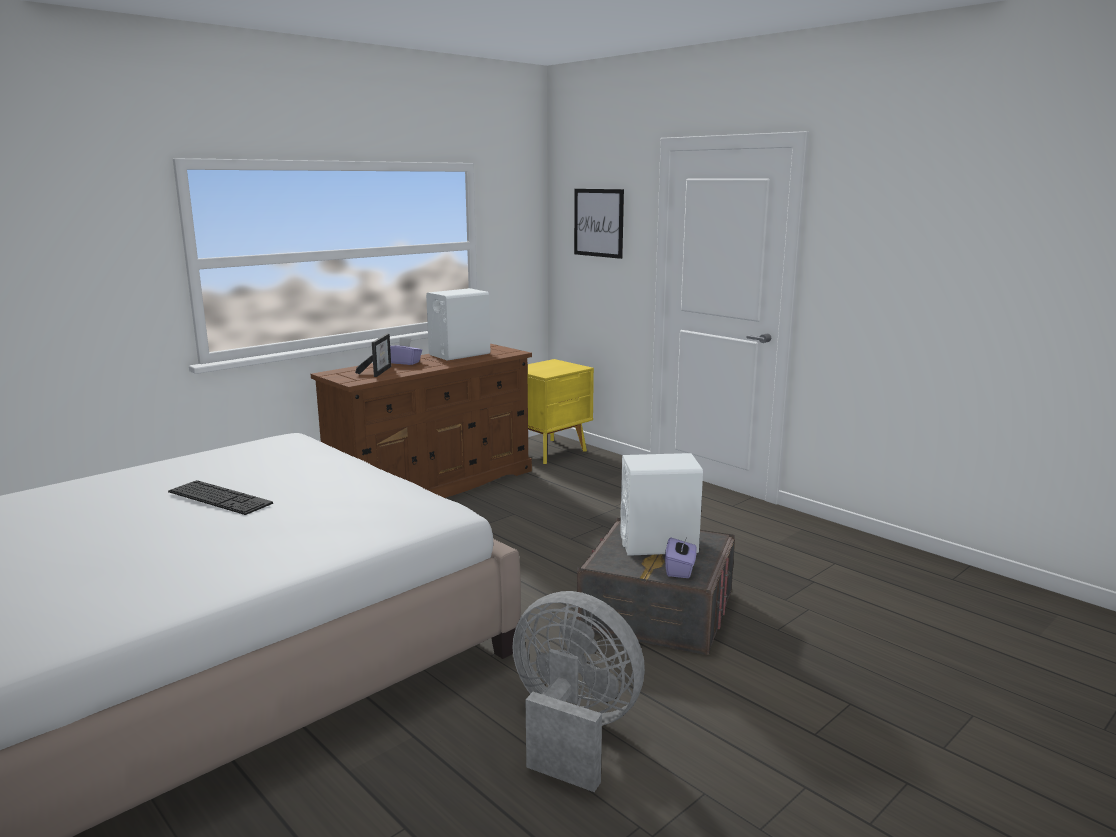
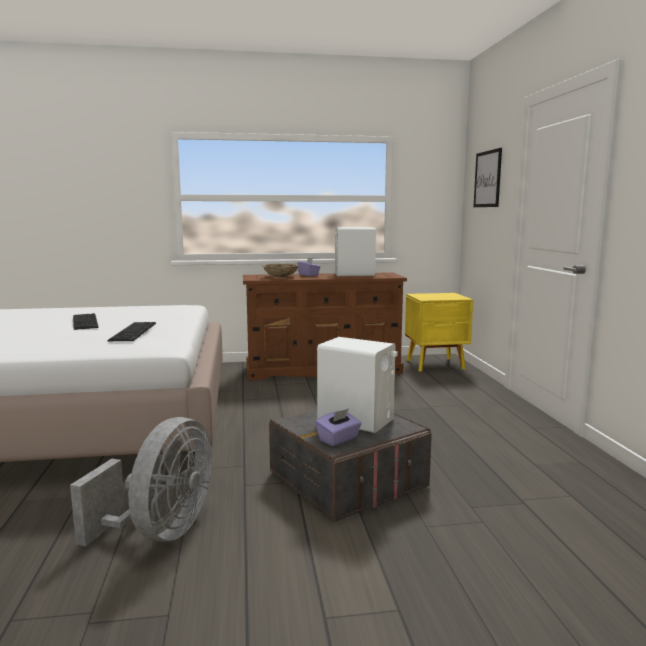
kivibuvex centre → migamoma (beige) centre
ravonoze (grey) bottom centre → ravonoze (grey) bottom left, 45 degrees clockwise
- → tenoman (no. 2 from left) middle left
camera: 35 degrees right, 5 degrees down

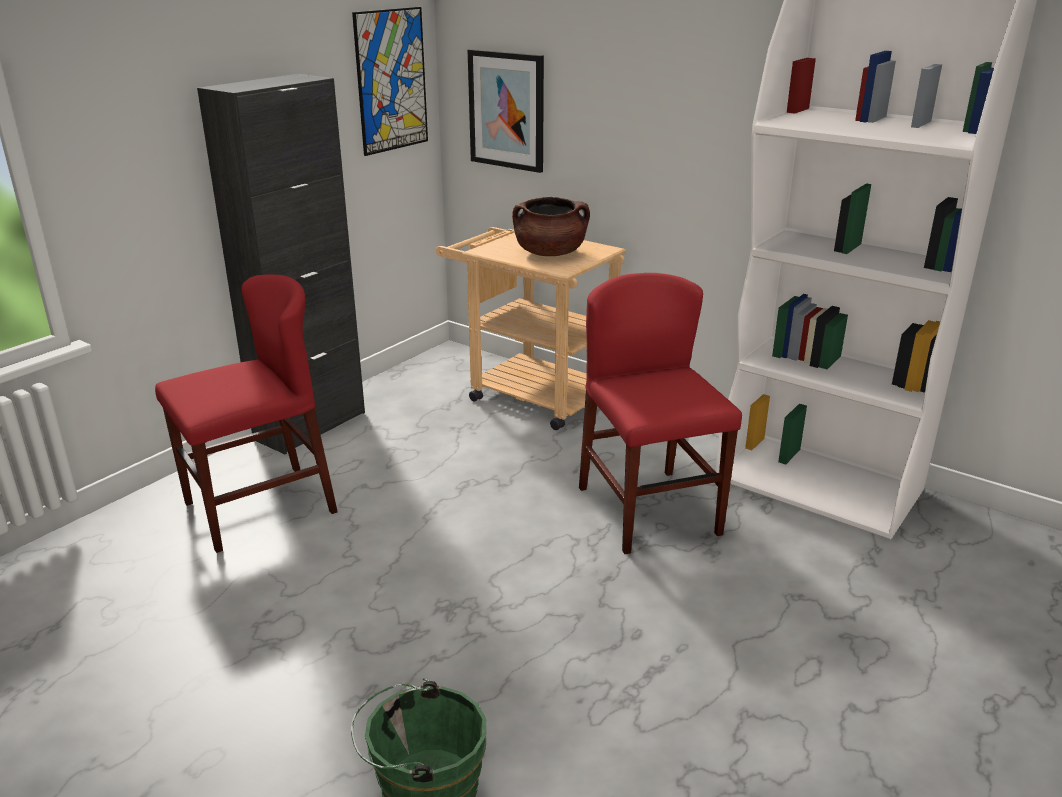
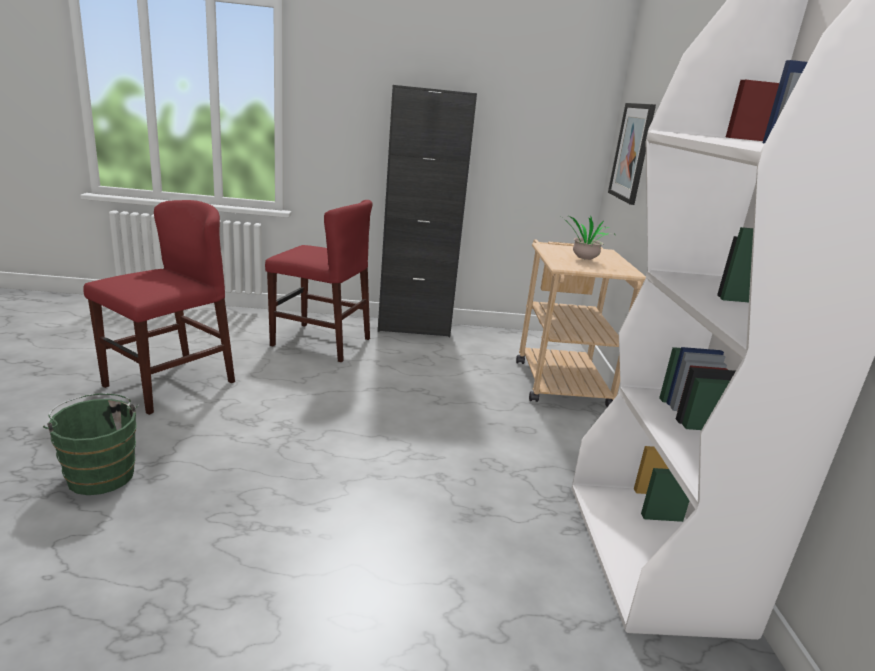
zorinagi (no. 1 from left) top centre → -
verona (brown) top centre → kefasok middle right
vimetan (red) (no. 2 from left in the first image) centre → vimetan (red) (no. 1 from left) middle left, relocated
camera: 50 degrees right, 5 degrees down

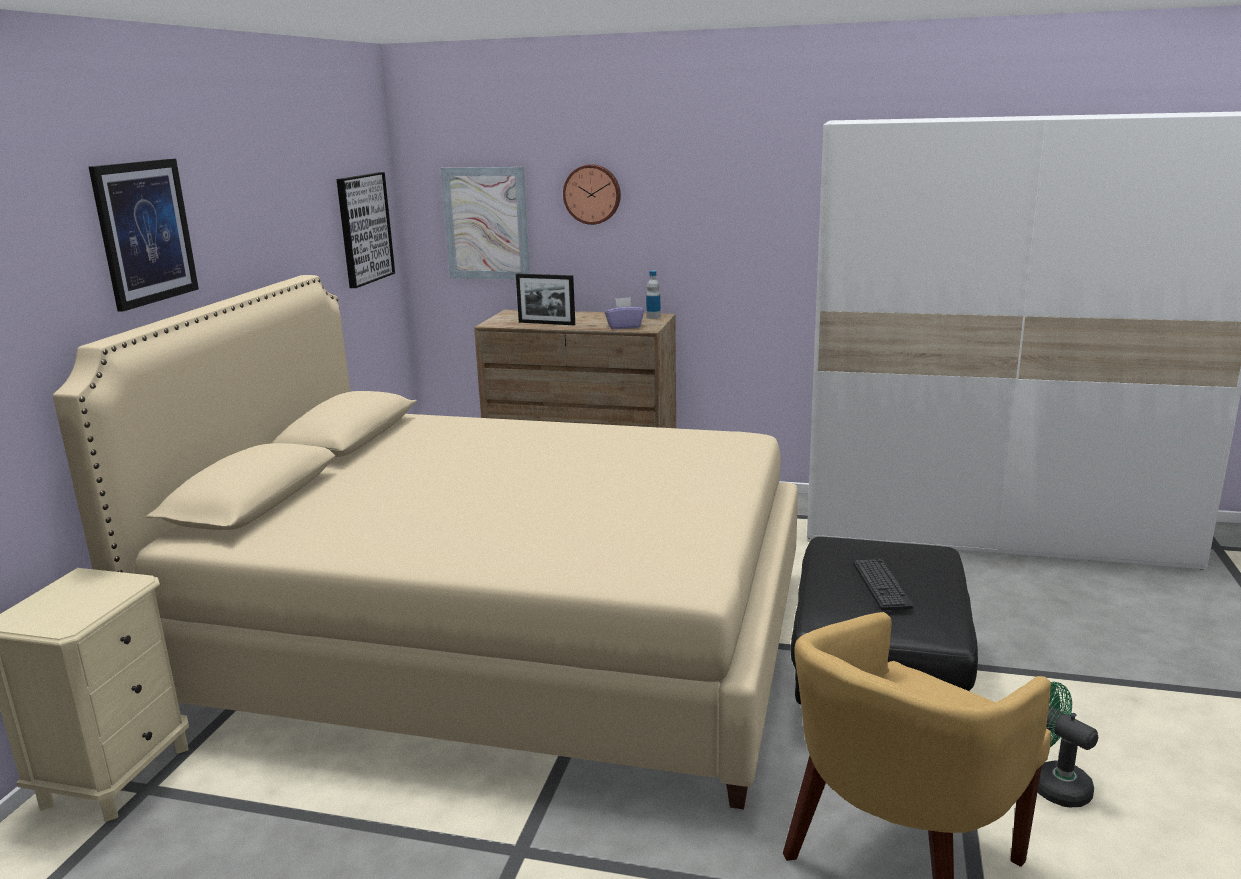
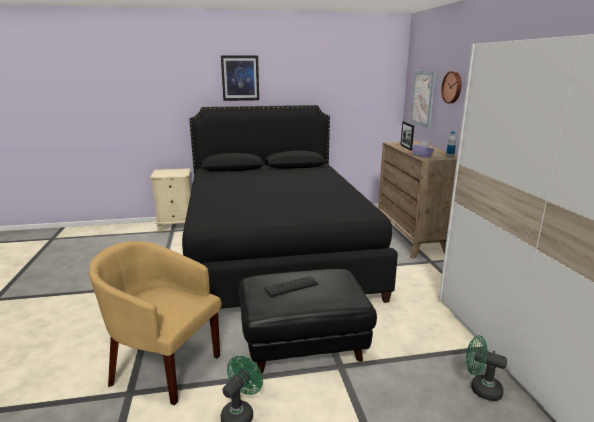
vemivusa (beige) centre → vemivusa (black) centre
zorinagi (no. 2 from left) top left → -
- → ravonoze (green) (no. 2 from left) bottom right
camera: 65 degrees right, 0 degrees up

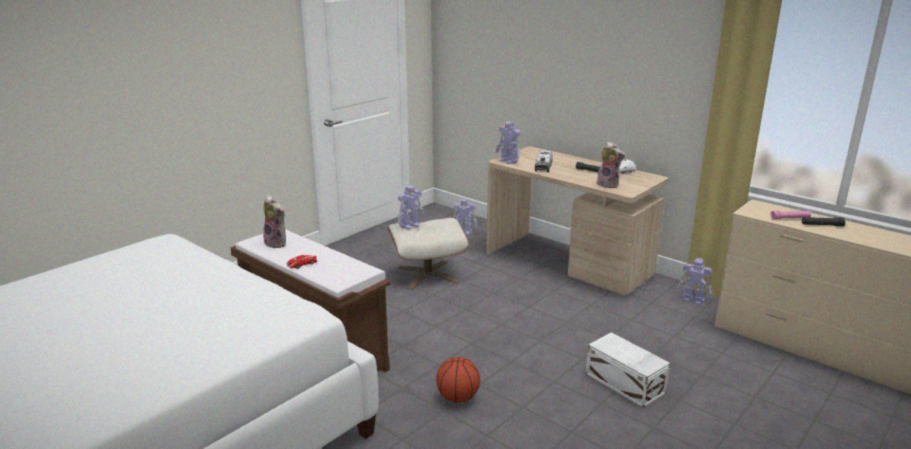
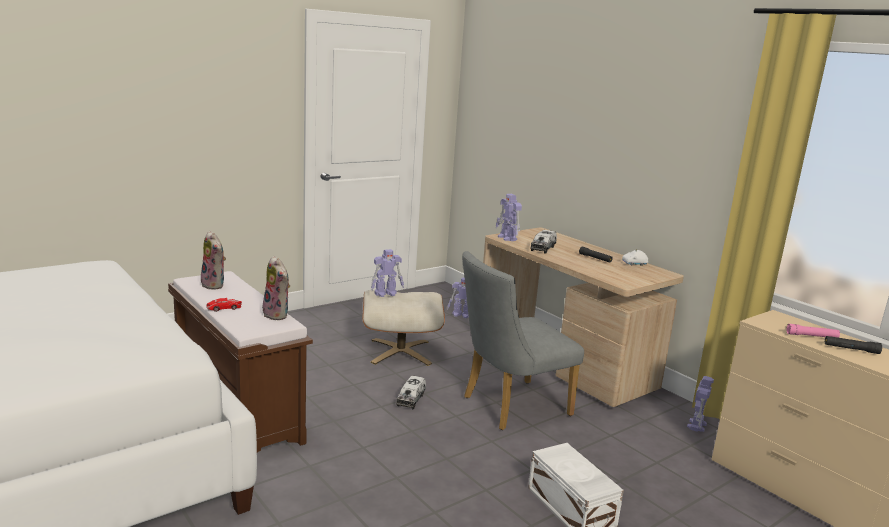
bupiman bottom centre → -
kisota (no. 2 from left) middle right → kisota (no. 2 from left) middle left, relocated
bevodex (no. 4 from left) middle right → bevodex (no. 4 from left) bottom right, 75 degrees clockwise
- → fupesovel (no. 1 from left) bottom centre
- → vimetan (grey) centre
camera: 10 degrees right, 5 degrees down

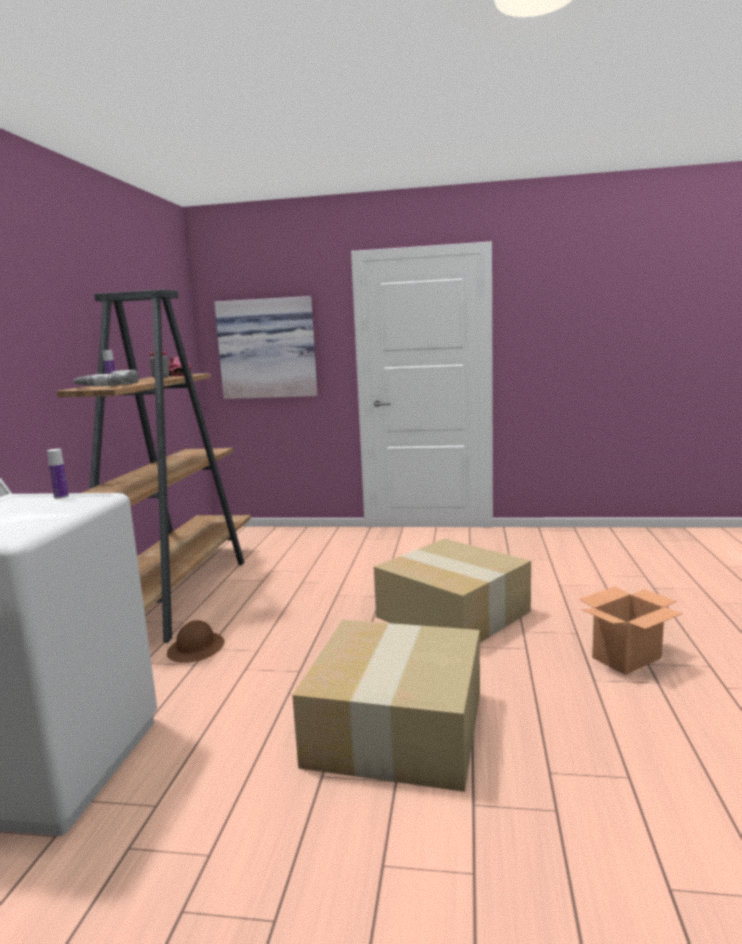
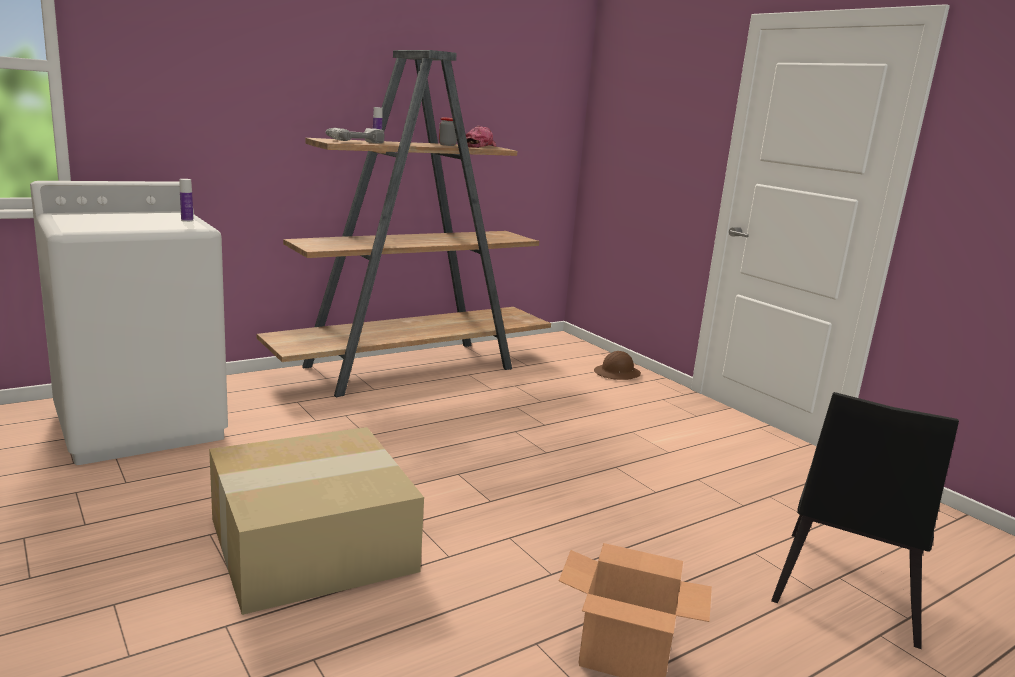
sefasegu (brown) bottom left → sefasegu (brown) centre, relocated
zorinagi centre → -
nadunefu (no. 2 from left) centre → -
- → vimetan (black) bottom right
camera: 45 degrees right, 5 degrees up

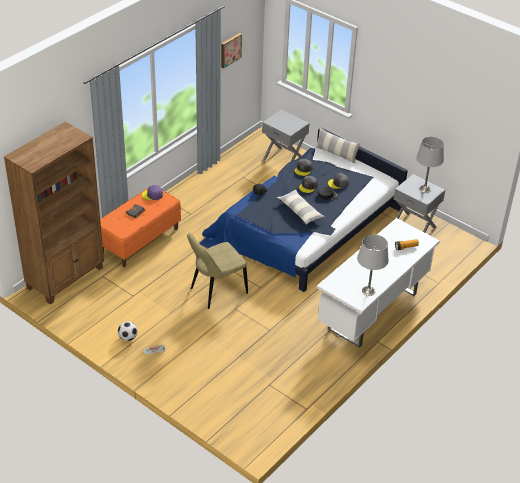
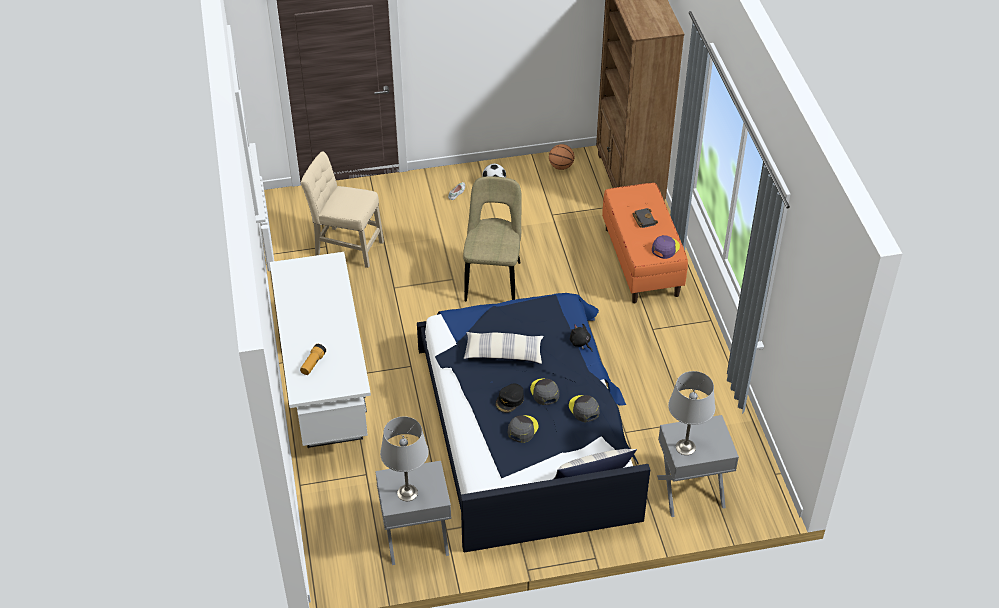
zorinagi top centre → -
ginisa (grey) (no. 1 from left in the first image) middle right → ginisa (grey) (no. 2 from left) bottom right, relocated
- → vimetan (beige) (no. 1 from left) centre
- → bupiman top centre
camera: 130 degrees right, 5 degrees up

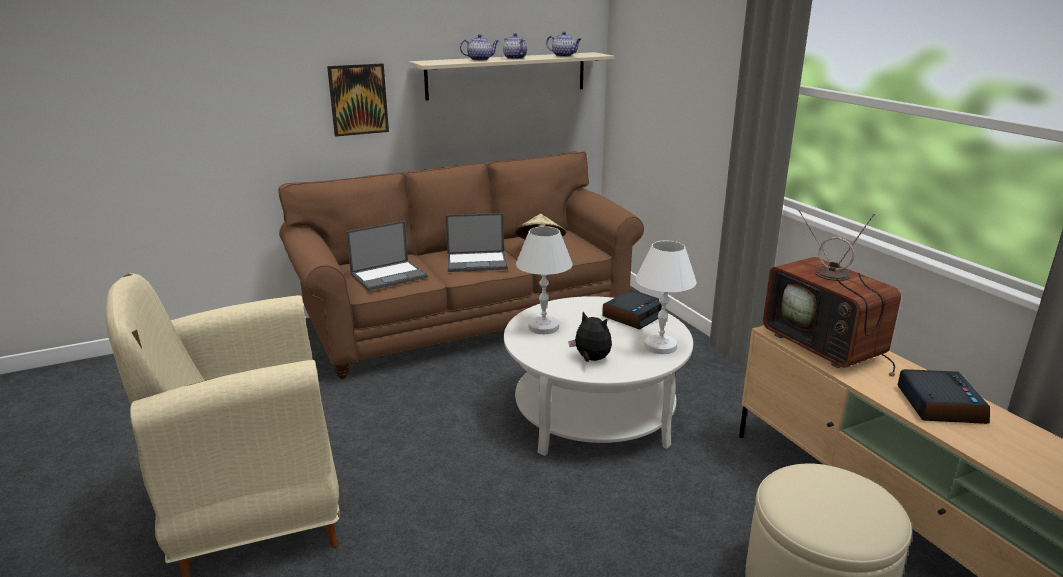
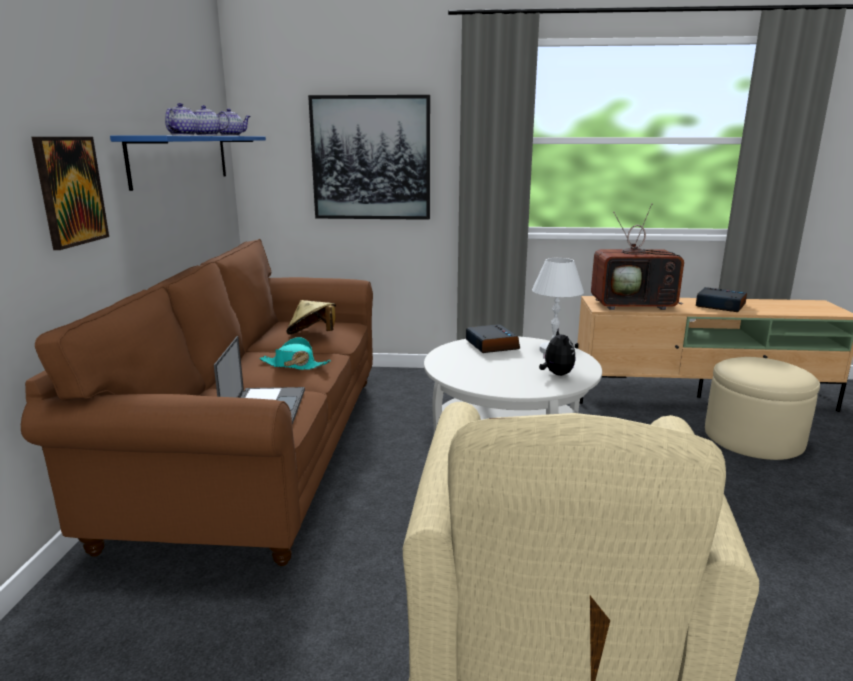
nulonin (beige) top centre → nulonin (blue) top left
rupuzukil (no. 2 from left) centre → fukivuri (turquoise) centre
ginisa (white) (no. 1 from left) centre → -
kisota centre, 105 degrees clockwise
- → zorinagi (no. 2 from left) top centre
camera: 60 degrees left, 5 degrees down

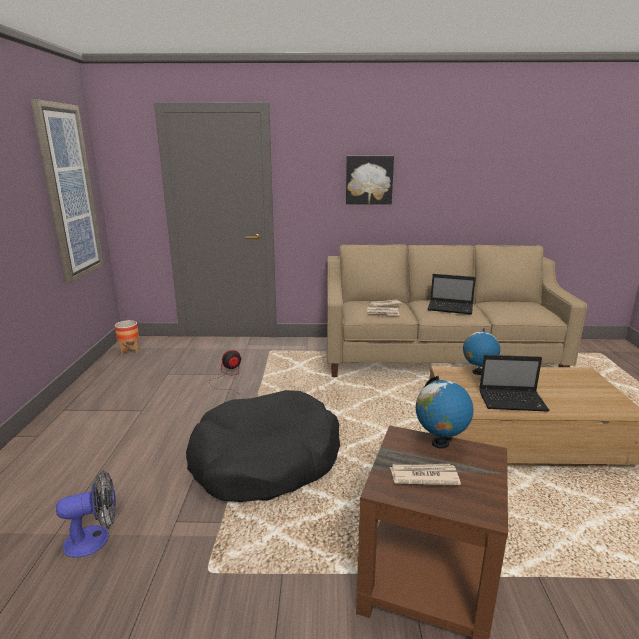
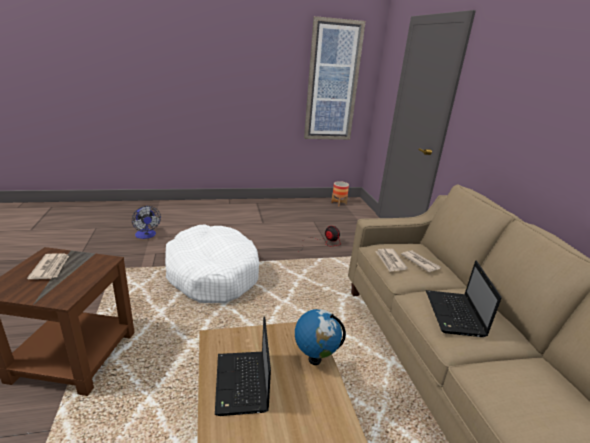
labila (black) bottom centre → labila (white) centre
zorinagi (no. 2 from left) top centre → -
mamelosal (no. 1 from left) middle right → -
camera: 75 degrees right, 5 degrees up

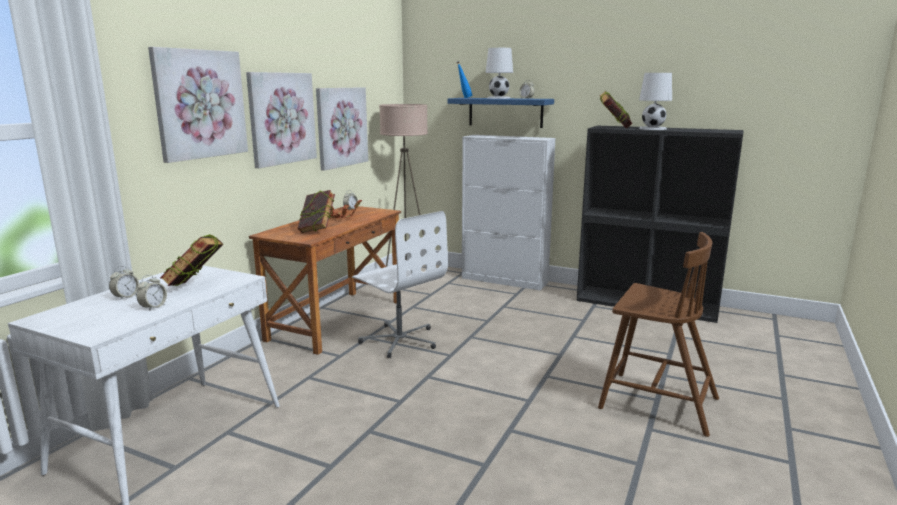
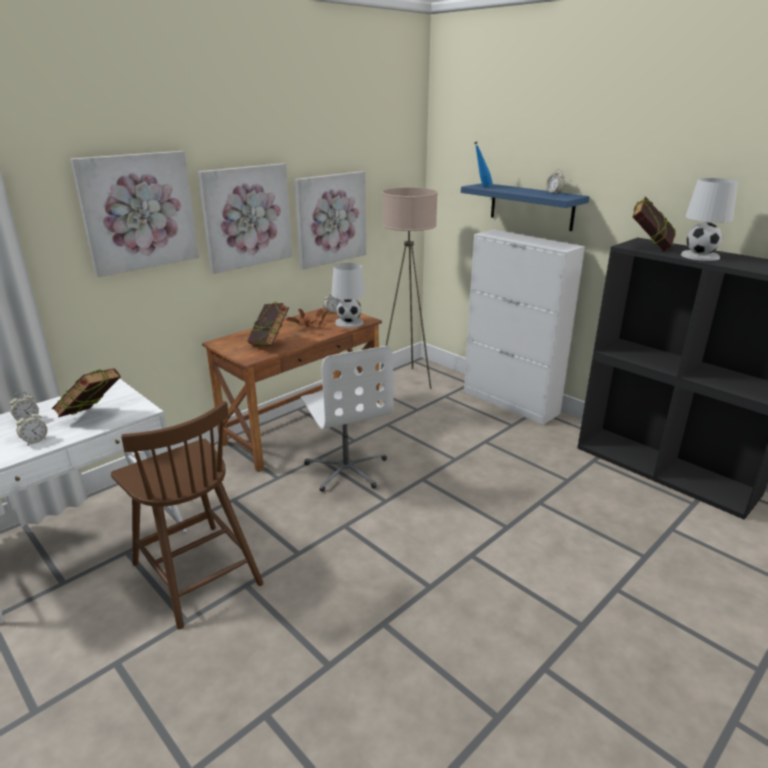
ginisa (white) (no. 1 from left) top centre → ginisa (white) (no. 1 from left) centre, relocated
vimetan (brown) middle right → vimetan (brown) bottom left, relocated
camera: 20 degrees right, 10 degrees up

